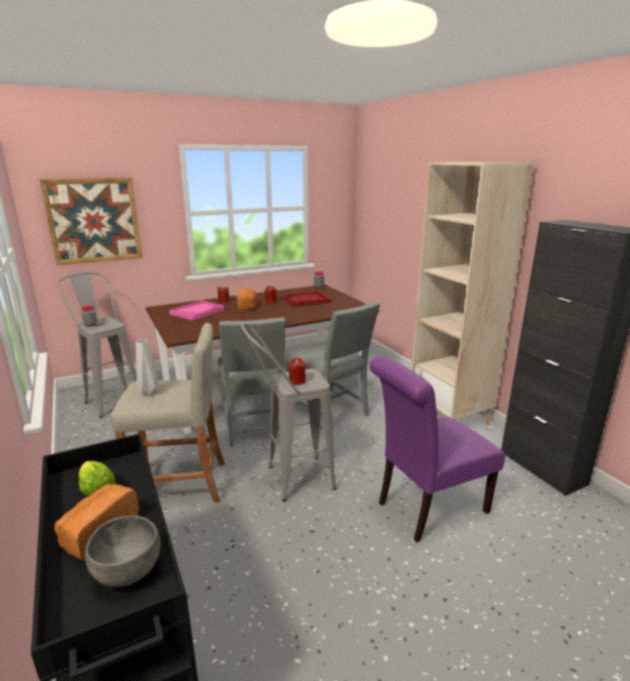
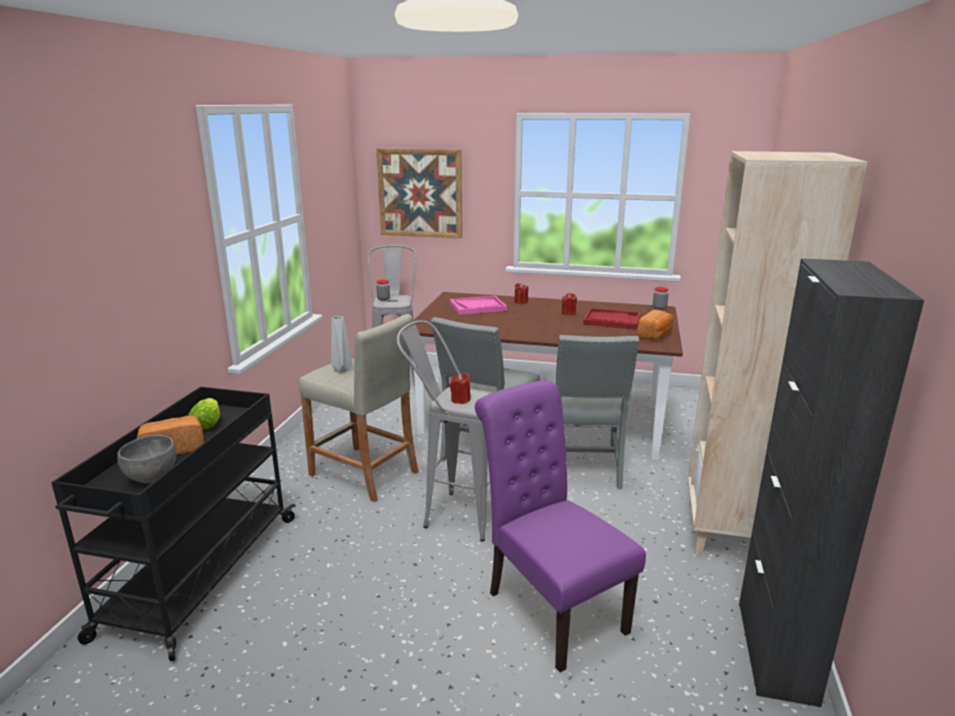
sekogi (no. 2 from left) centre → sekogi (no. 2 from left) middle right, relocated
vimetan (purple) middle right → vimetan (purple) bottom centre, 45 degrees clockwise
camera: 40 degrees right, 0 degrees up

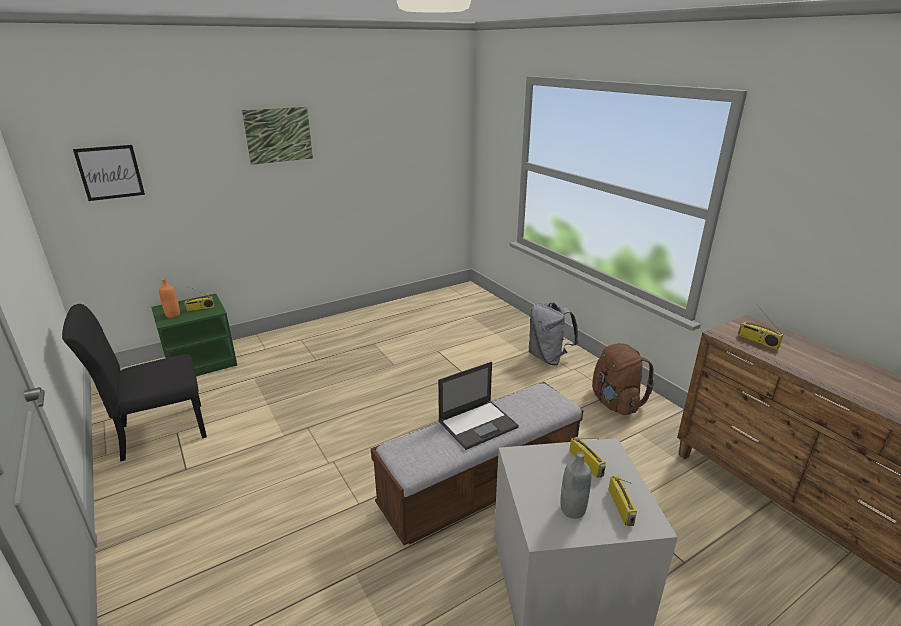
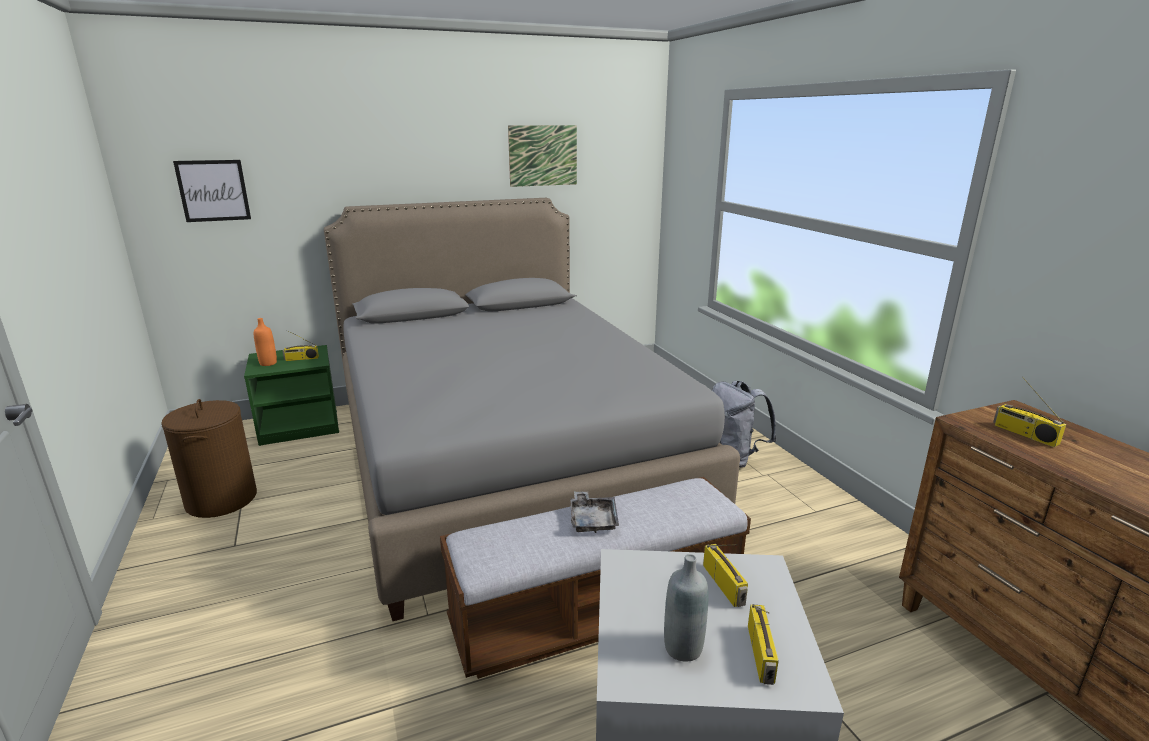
vimetan (black) middle left → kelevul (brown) middle left
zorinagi (no. 2 from left) top left → zorinagi (no. 2 from left) top centre, relocated
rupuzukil centre → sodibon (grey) bottom centre
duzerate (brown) middle right → -
- → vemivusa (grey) centre
camera: 10 degrees right, 5 degrees down

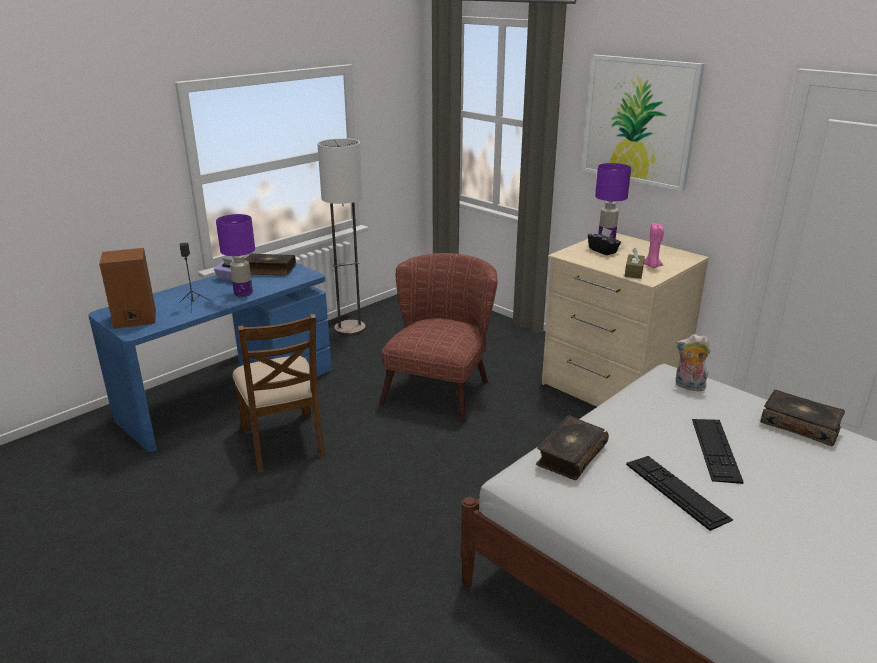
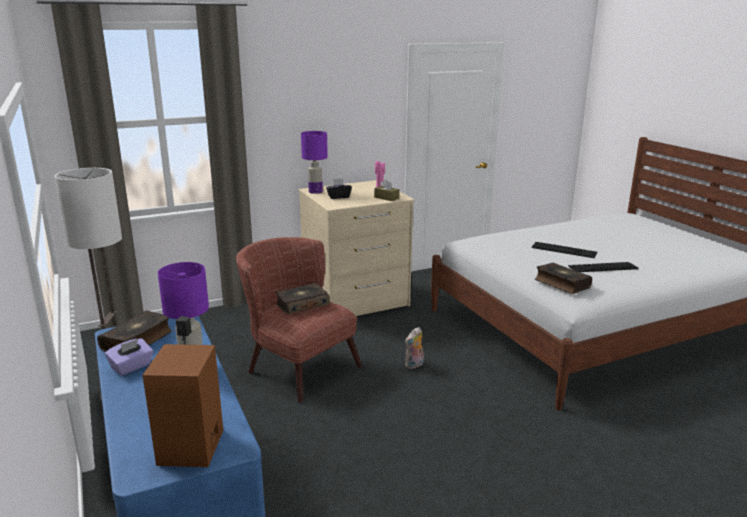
vimetan (brown) middle left → -
zorinagi top right → -
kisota middle right → kisota bottom centre, relocated
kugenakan (no. 3 from left in the first image) middle right → kugenakan (no. 2 from left) centre, relocated
camera: 70 degrees left, 5 degrees down

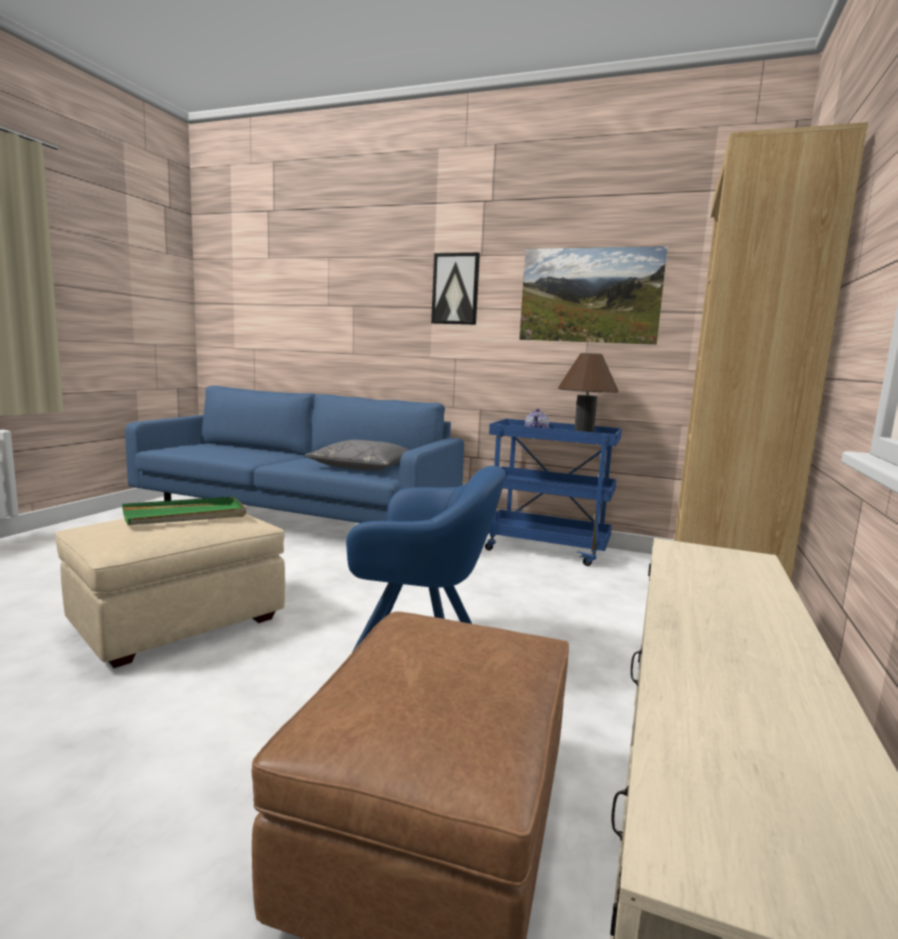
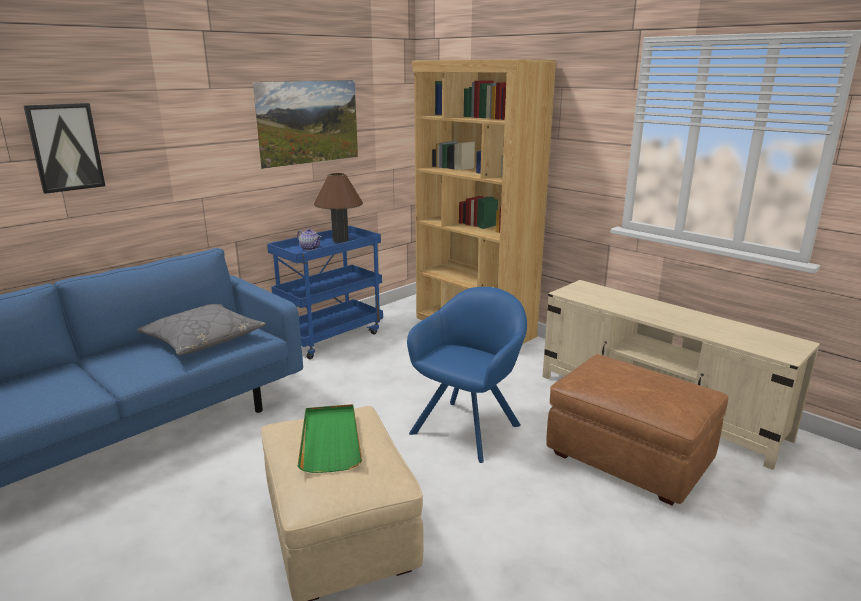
zorinagi (no. 1 from left) top centre → zorinagi (no. 1 from left) top left, relocated
camera: 65 degrees left, 10 degrees up

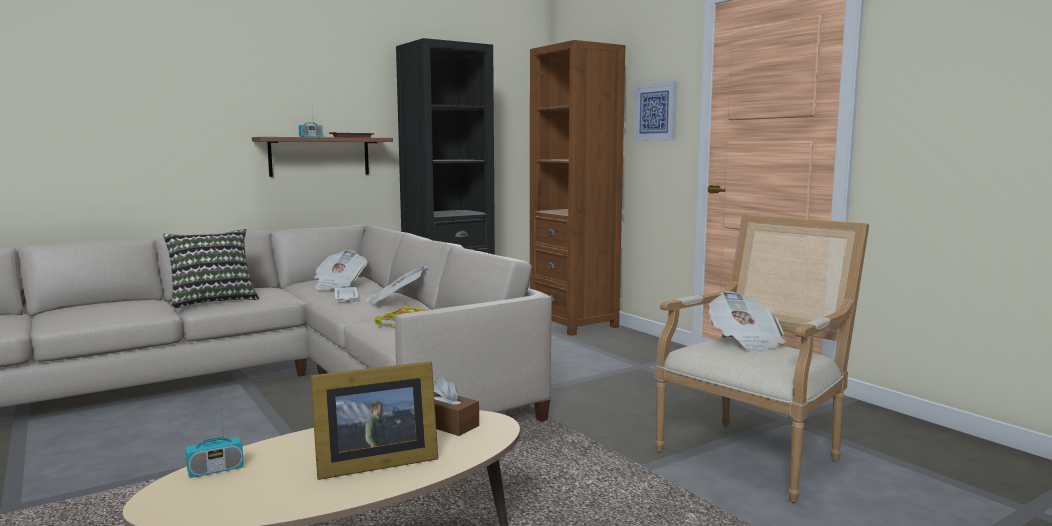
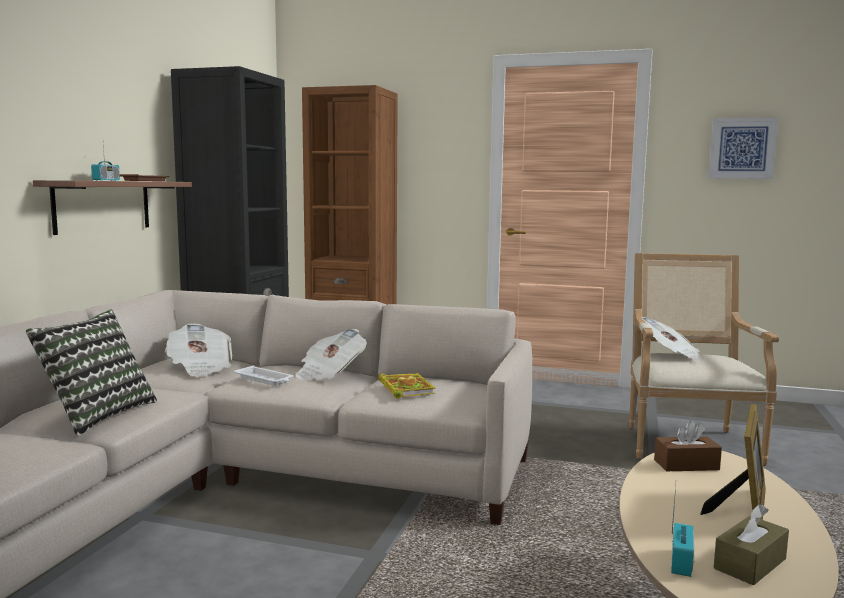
zorinagi top centre → zorinagi top right, relocated
- → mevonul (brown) (no. 2 from left) bottom right
camera: 40 degrees left, 0 degrees up

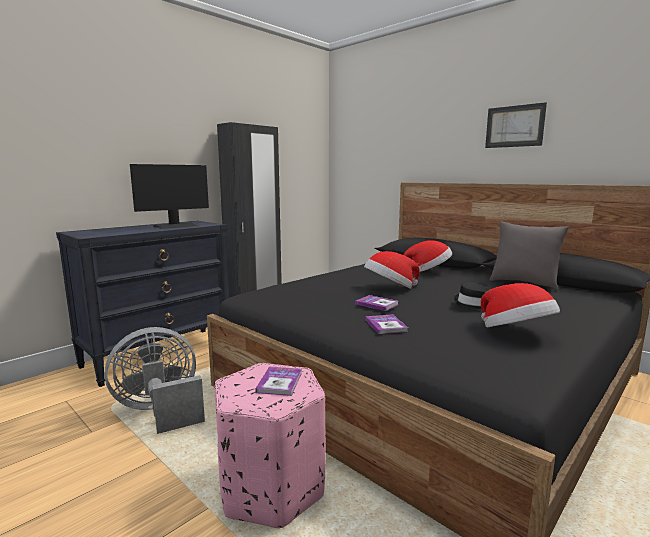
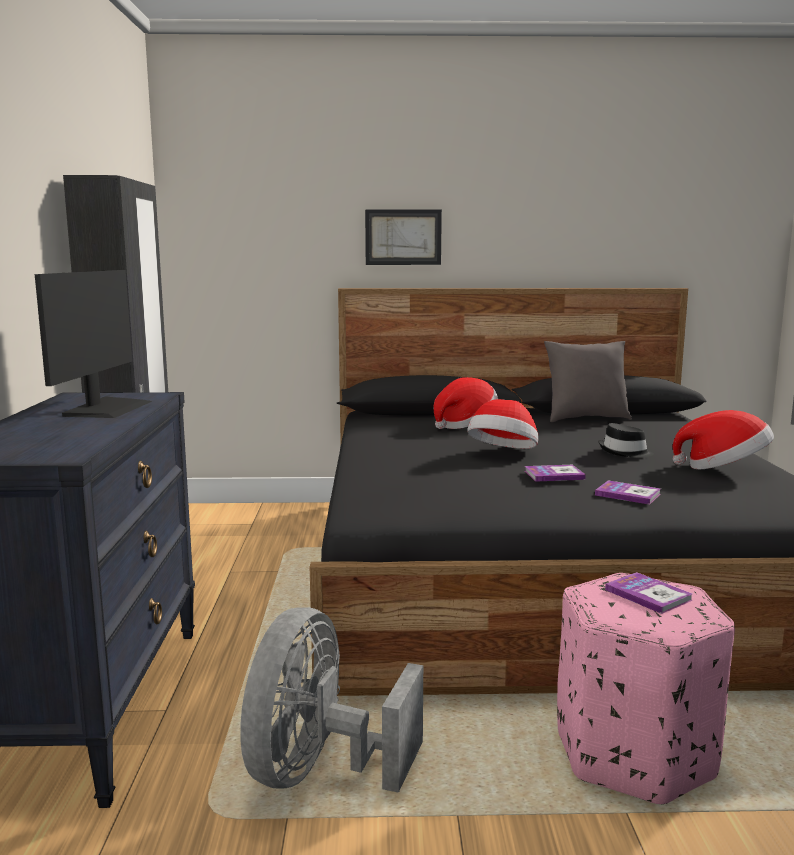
zorinagi top right → zorinagi top centre, relocated
camera: 45 degrees left, 0 degrees up

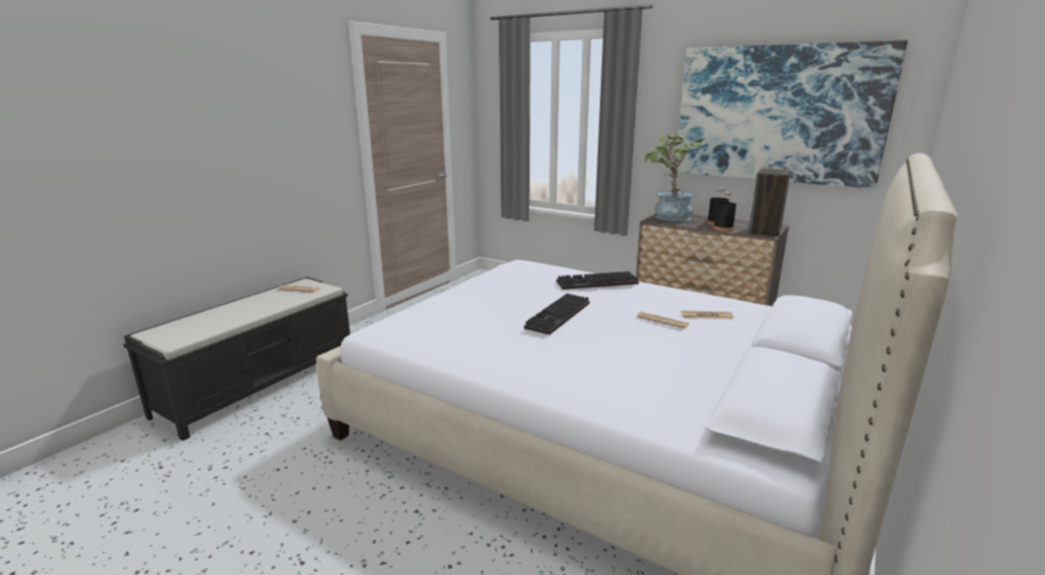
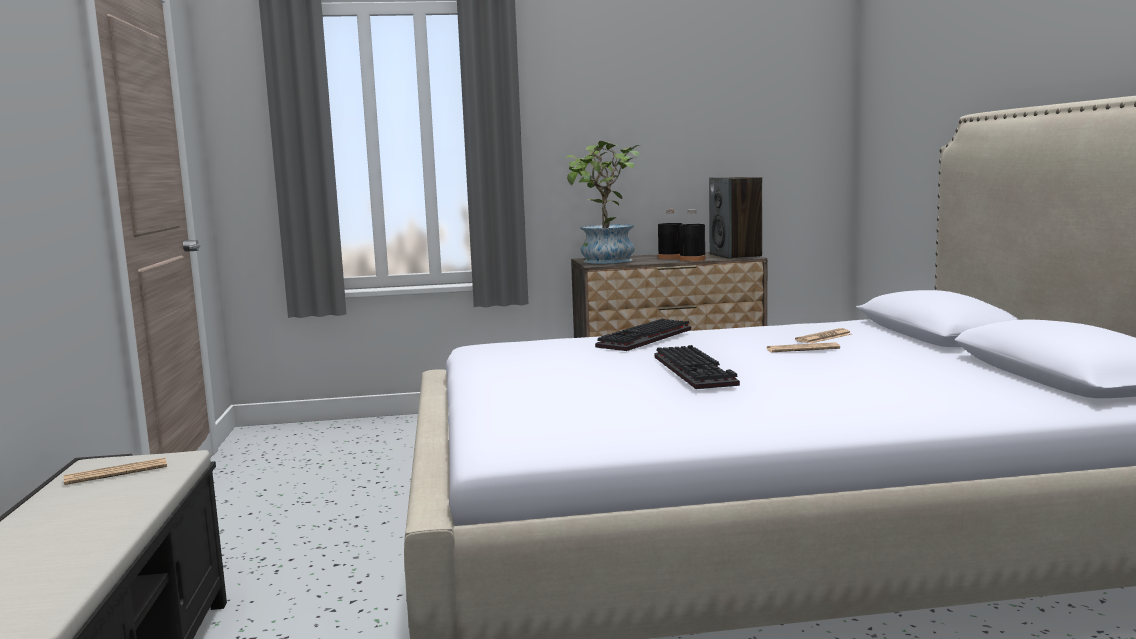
zorinagi top right → -
camera: 40 degrees left, 10 degrees down

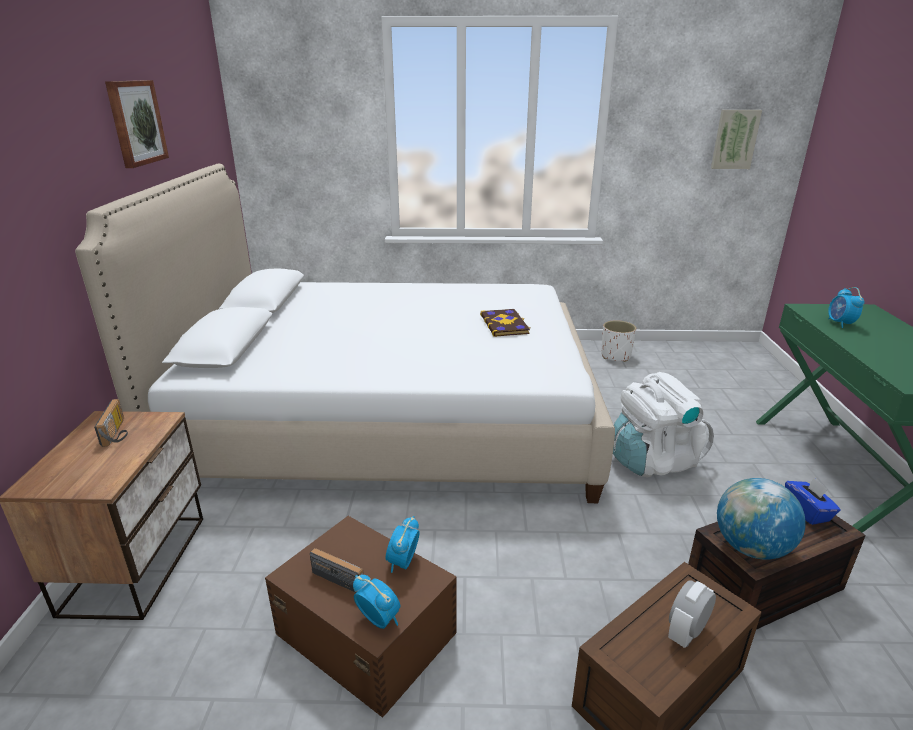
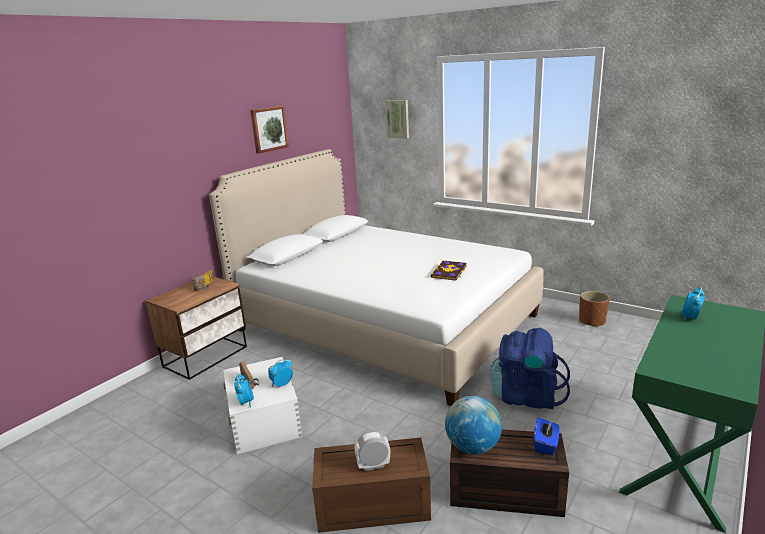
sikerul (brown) (no. 1 from left) bottom centre → sikerul (white) bottom centre
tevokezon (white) middle right → tevokezon (brown) middle right
duzerate (white) middle right → duzerate (blue) bottom right
zorinagi (no. 2 from left) top right → zorinagi (no. 2 from left) top centre, relocated
camera: 35 degrees right, 5 degrees down

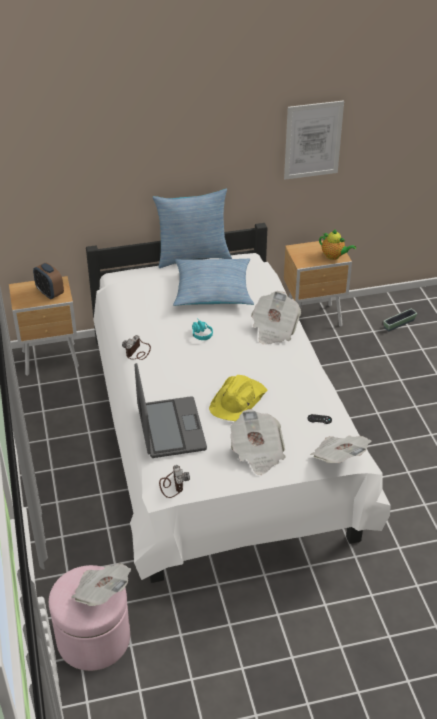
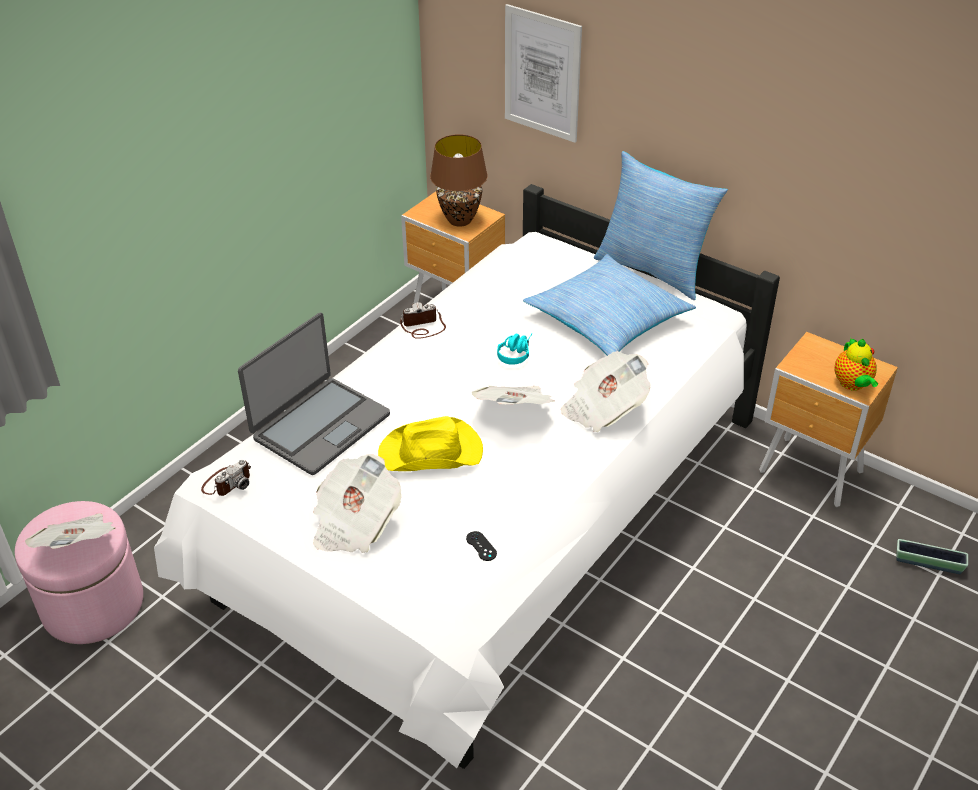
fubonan middle left → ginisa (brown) top centre
zorinagi top right → zorinagi top centre, relocated
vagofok (no. 4 from left in the first image) middle right → vagofok (no. 3 from left) centre, relocated
camera: 50 degrees right, 0 degrees up

